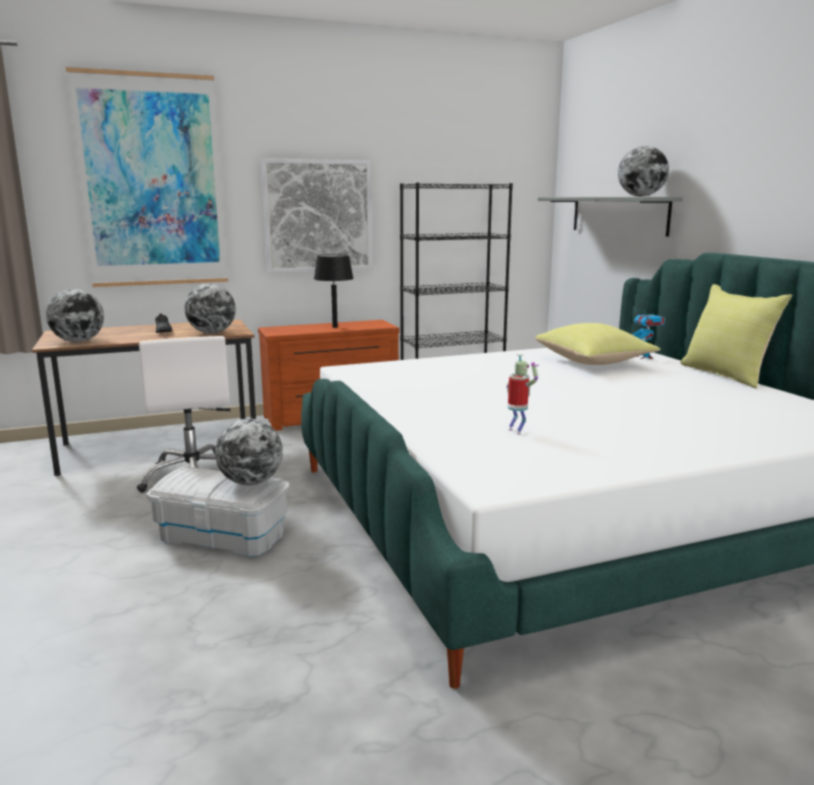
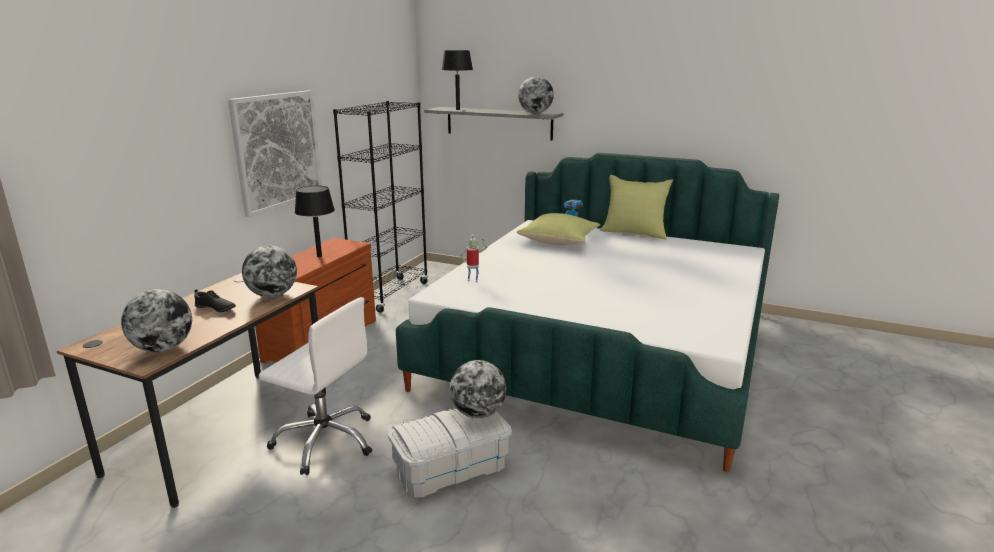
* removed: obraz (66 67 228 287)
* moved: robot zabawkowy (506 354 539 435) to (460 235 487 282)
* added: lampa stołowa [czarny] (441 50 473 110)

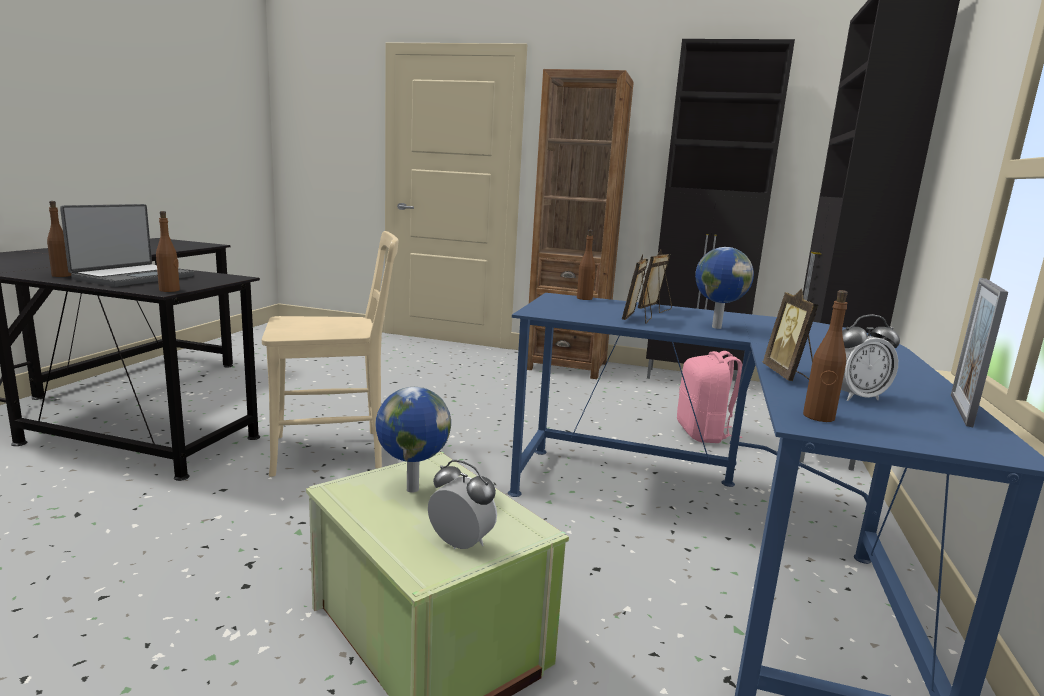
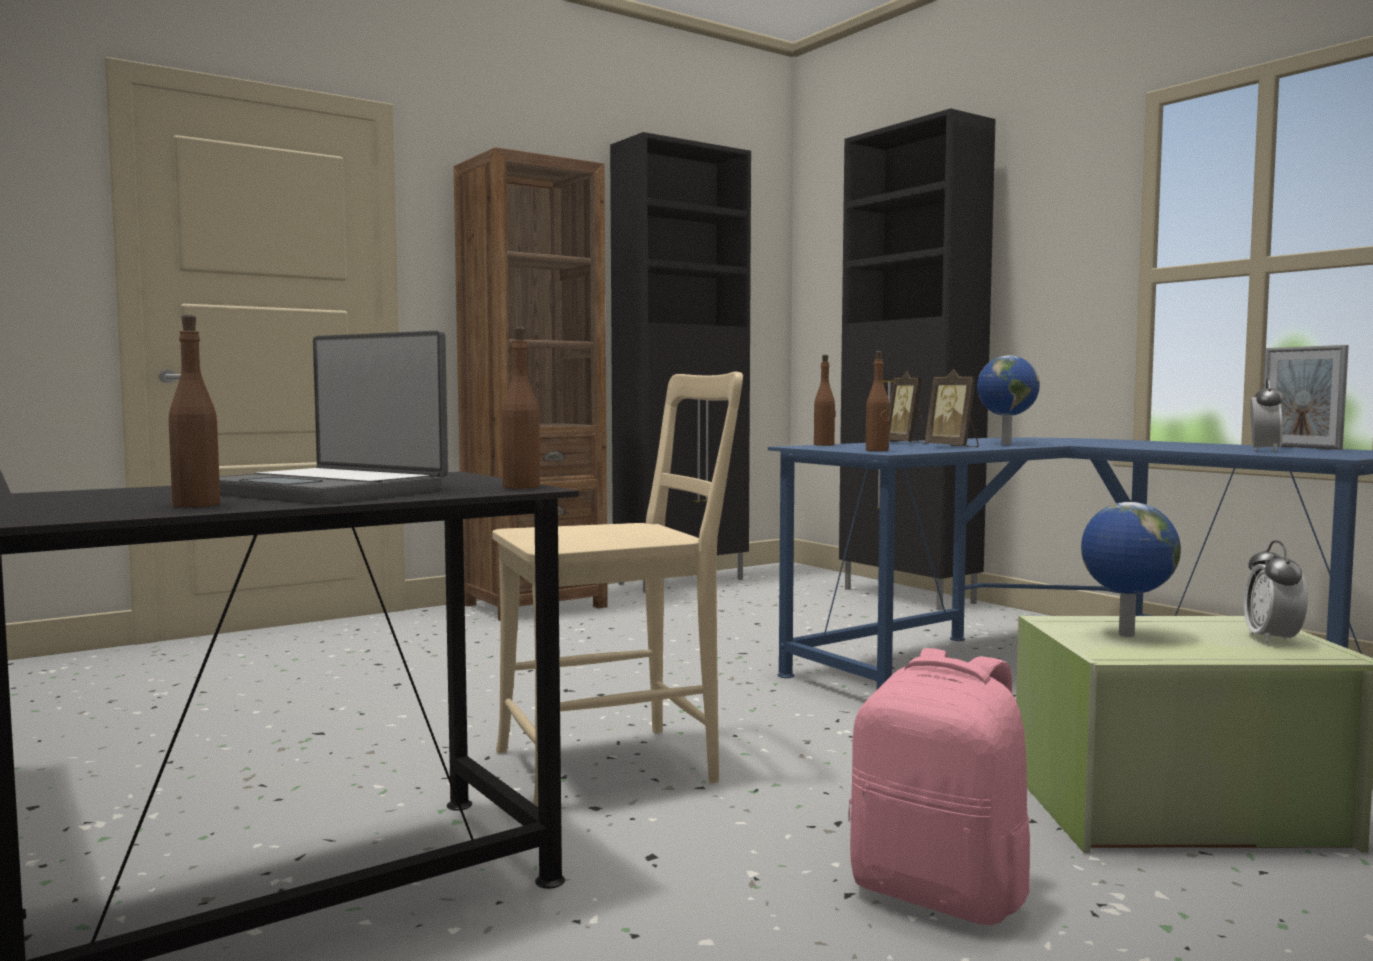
* turned: laptop (60 204 194 287) = (219 331 448 503) 150 degrees clockwise
* turned: krzesło [beżowy] (262 231 399 477) = (492 372 743 807) 45 degrees clockwise
* turned: budzik (428 460 497 549) = (1244 541 1308 644) 60 degrees counterclockwise
* moved: plecak [różowy] (677 351 743 443) to (848 648 1030 925)
* removed: ramka na zdjęcie (763 289 818 381)
* moved: butelka [brązowy] (803 290 848 422) to (866 351 890 451)

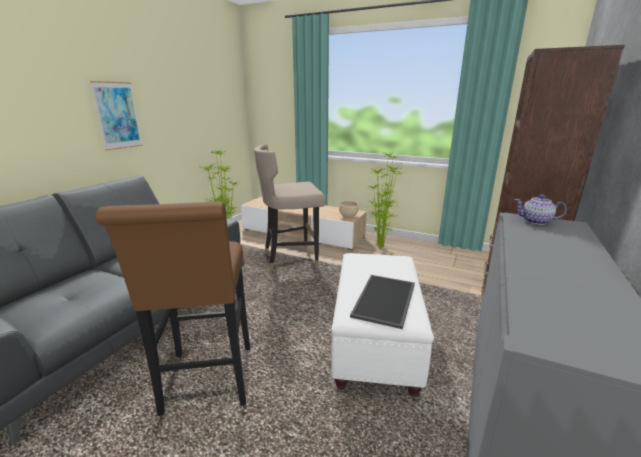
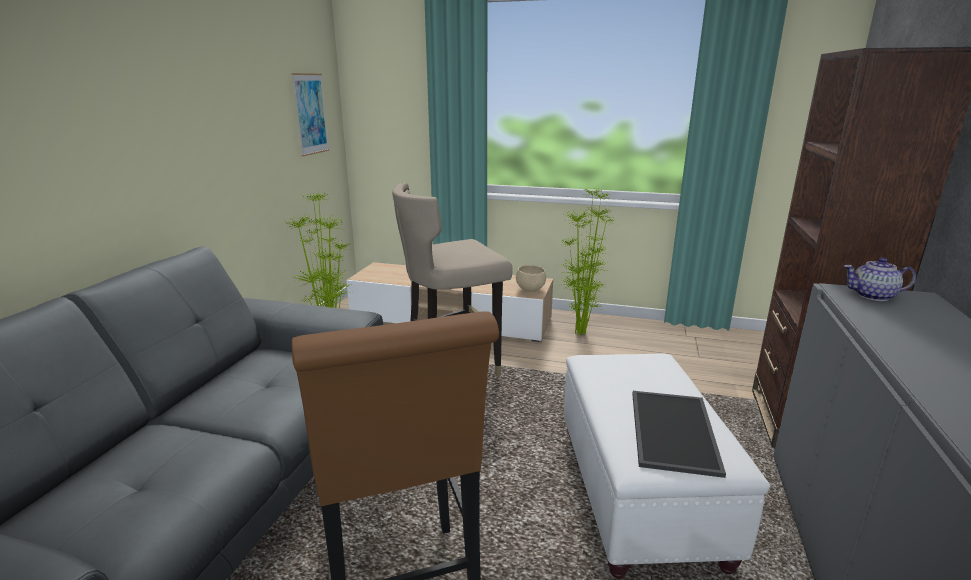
* moved: obraz (90 81 143 151) to (291 73 330 156)

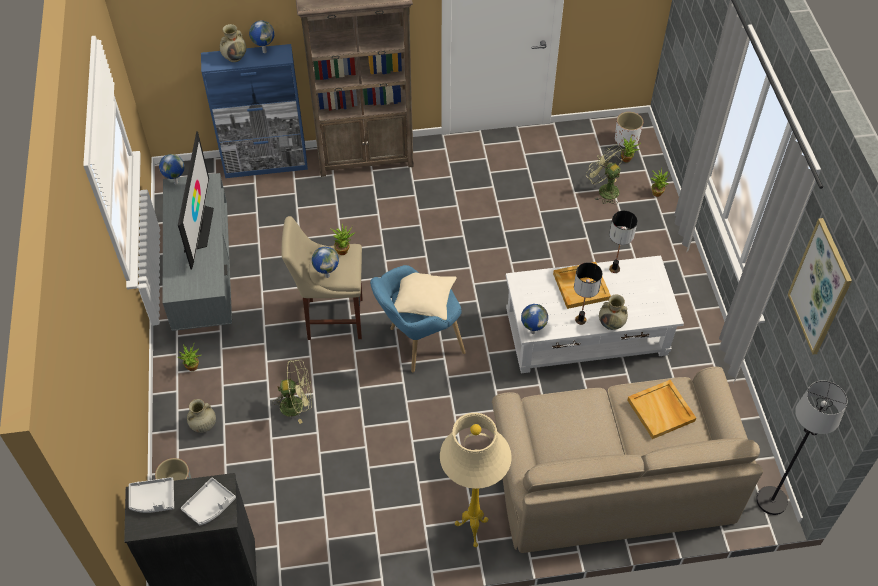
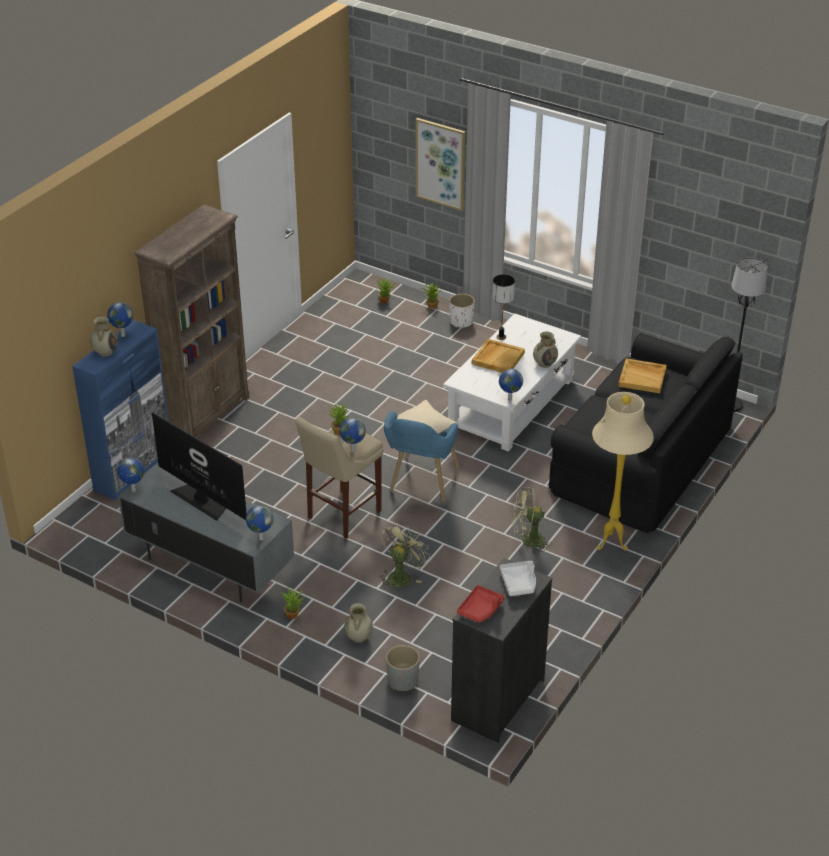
* recoloured: taca [szary] (129 477 174 513) to taca [czerwony] (457 585 505 622)
* recoloured: kanapa [beżowy] (492 367 763 553) to kanapa [czarny] (549 333 743 533)
* removed: lampa stołowa (574 262 602 325)
* moved: wentylator [zielony] (586 144 626 205) to (513 487 552 554)
* moved: donica [biały] (615 112 643 147) to (449 294 475 328)
* moved: obraz (788 218 852 355) to (416 118 465 211)
* added: globus (246 505 273 540)

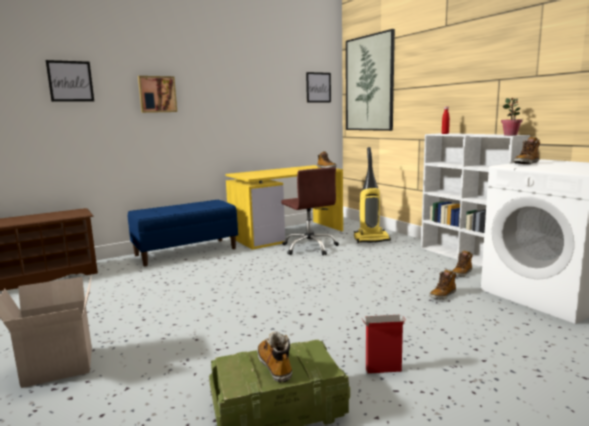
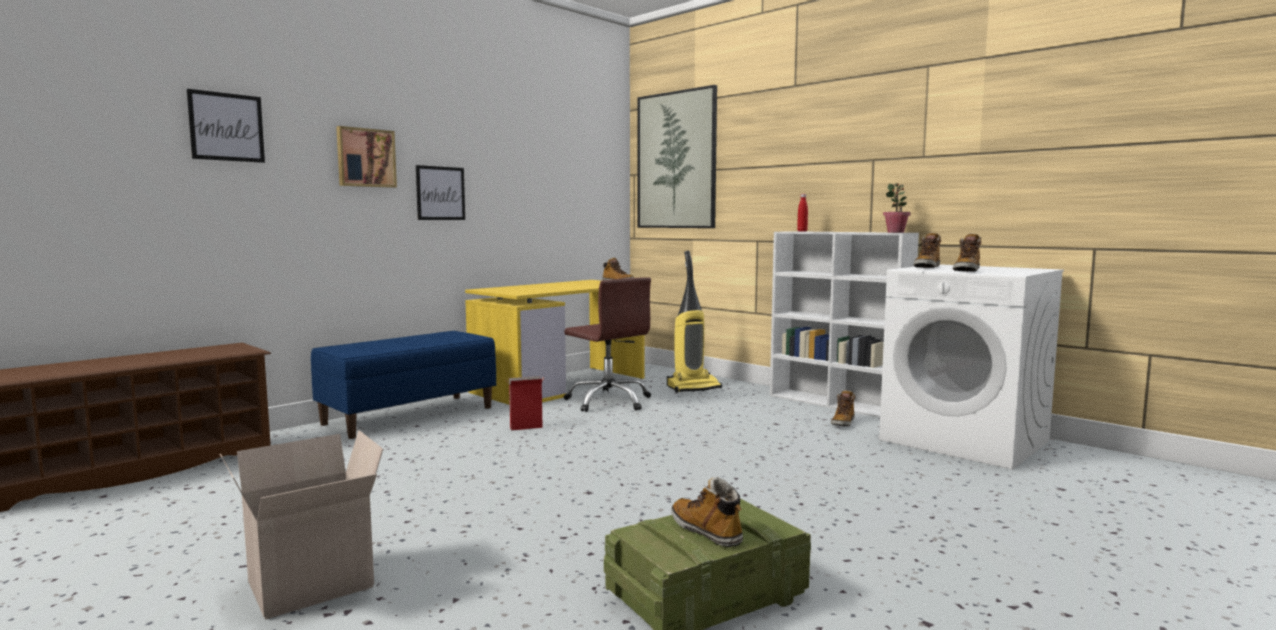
* moved: obraz (306 72 331 103) to (416 165 465 220)
* moved: karton (362 315 406 374) to (507 376 544 431)
* moved: but z cholewką (429 269 456 300) to (953 233 982 271)

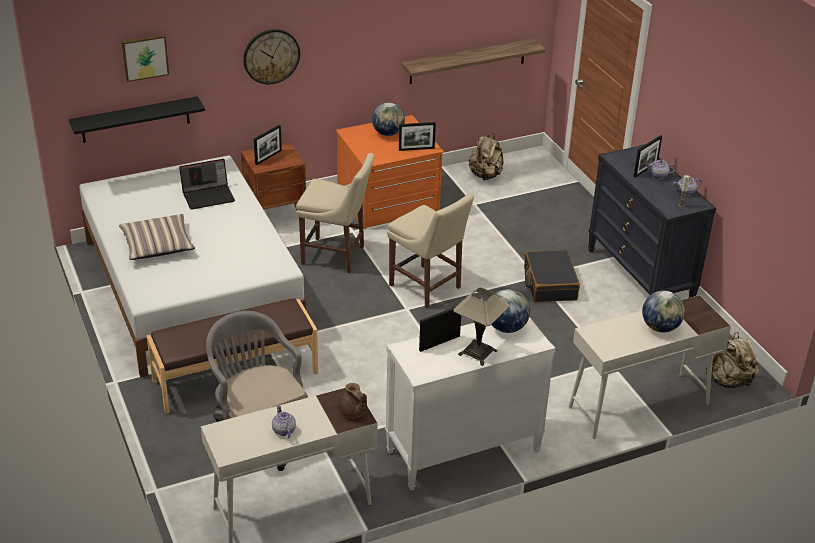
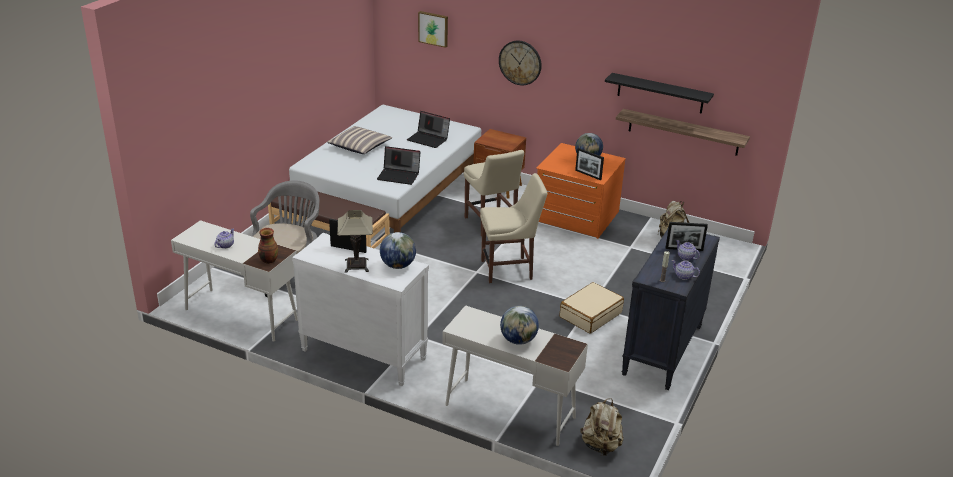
* moved: półka [czarny] (69 96 205 143) to (605 73 714 114)
* removed: ramka na zdjęcie (254 125 282 165)
* replaced: imbryk [brązowy] (339 383 367 418) to wazon (258 228 278 264)
* turned: krzesło [beżowy] (387 193 474 308) = (480 173 548 283) 105 degrees counterclockwise
* recoloured: walizka [czarny] (524 250 580 302) to walizka [beżowy] (560 282 624 334)
* added: laptop (377 146 421 185)

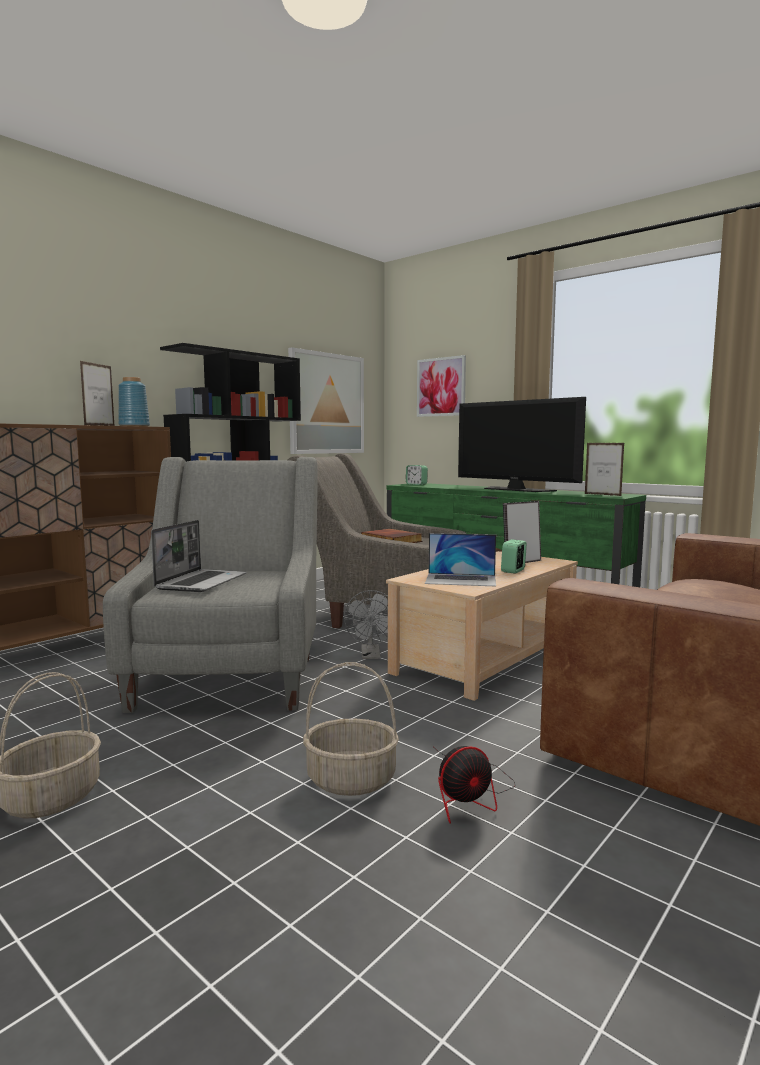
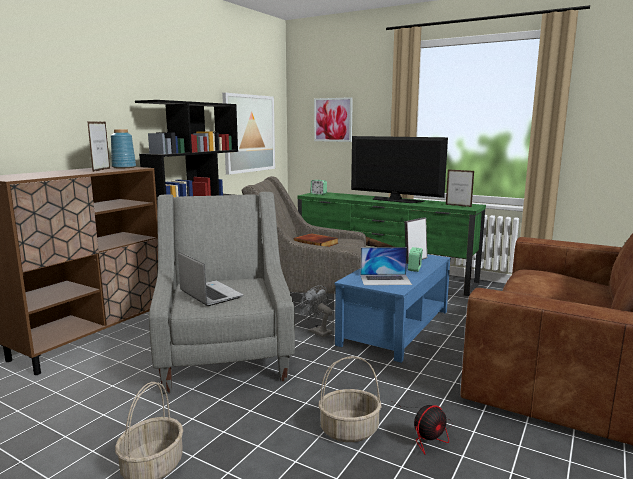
* turned: laptop (151 520 247 592) = (178 252 244 306) 45 degrees counterclockwise
* turned: wentylator [szary] (344 590 388 659) = (300 285 333 337) 150 degrees clockwise
* recoloured: ława [beżowy] (386 551 578 701) to ława [niebieski] (335 254 451 363)

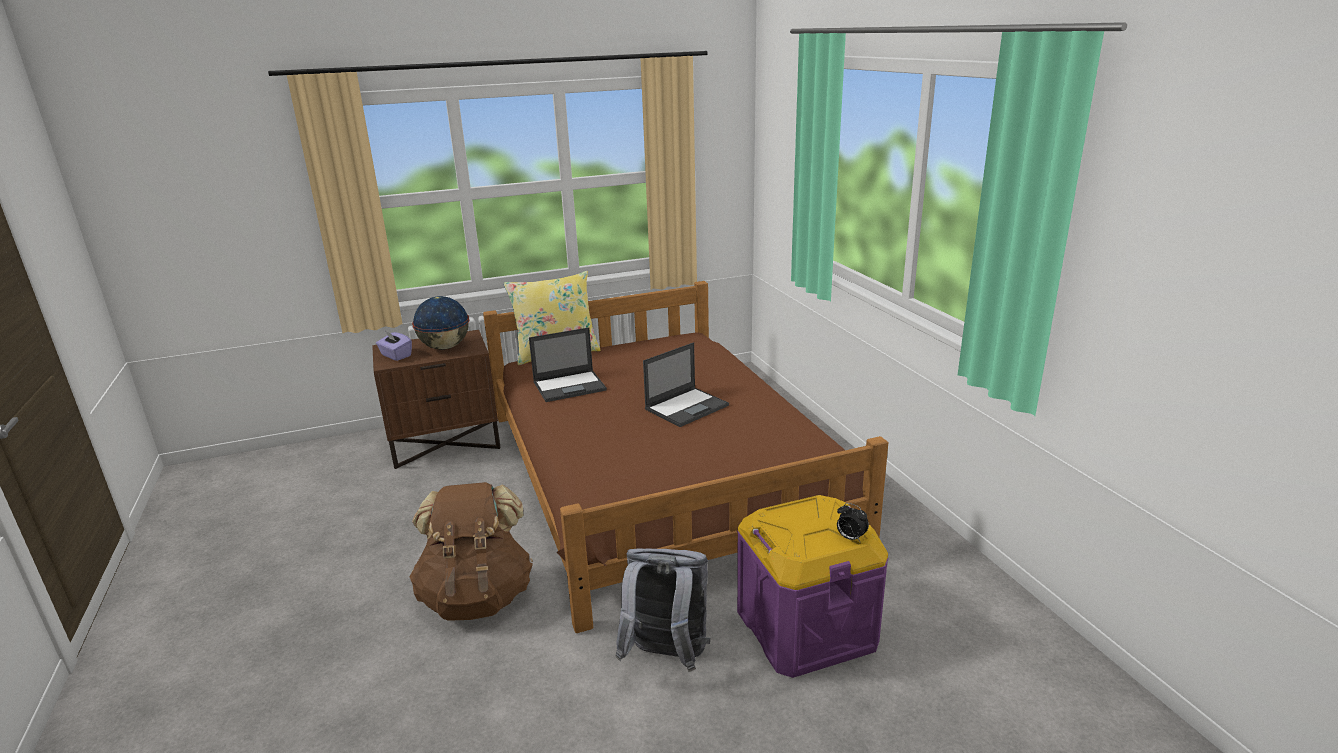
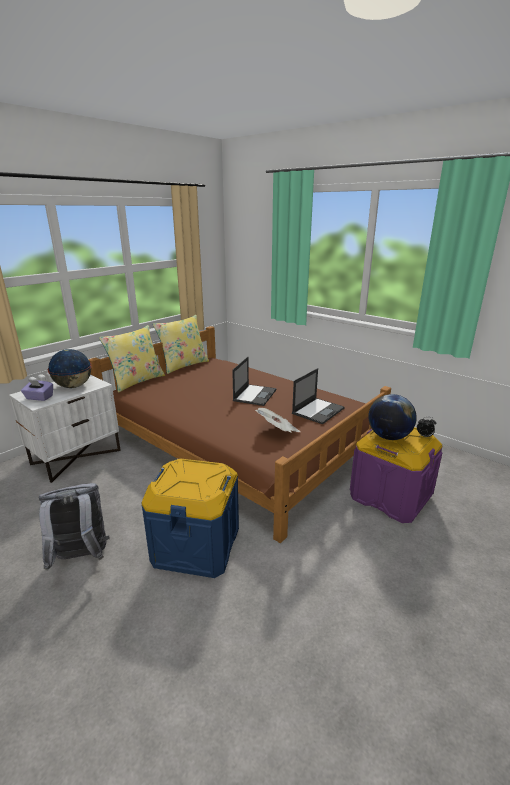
* recoloured: szafka nocna [brązowy] (372 330 501 469) to szafka nocna [biały] (9 375 121 483)
* replaced: plecak [brązowy] (409 482 533 621) to pojemnik do przechowywania [niebieski] (141 458 239 578)
* moved: laptop (529 327 607 402) to (292 368 345 424)
* moved: plecak [szary] (615 548 710 672) to (39 483 110 570)
* added: poduszka [żółty] (153 315 209 374)
* added: gazeta (255 408 301 433)
* added: globus (368 394 417 440)

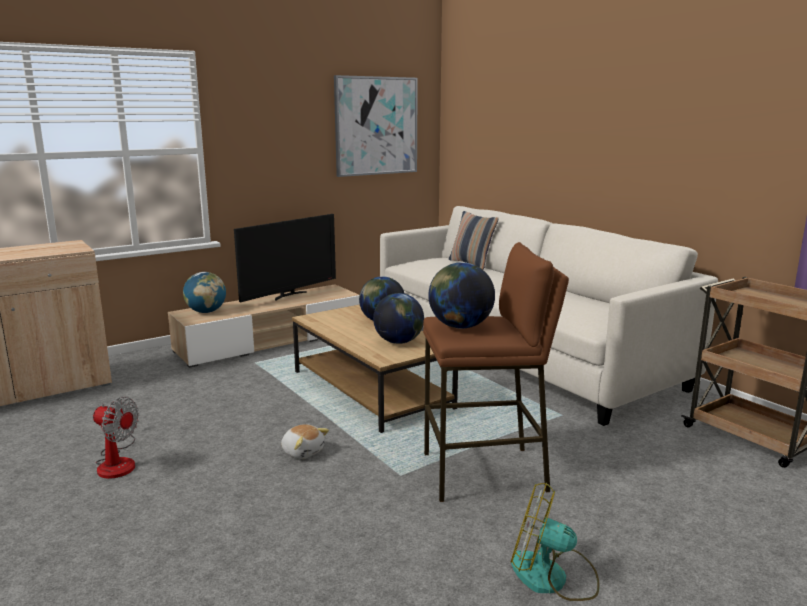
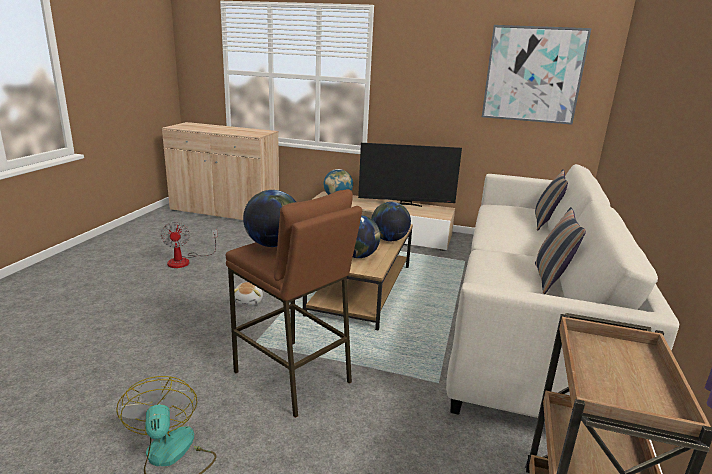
* added: poduszka (535 207 586 294)

